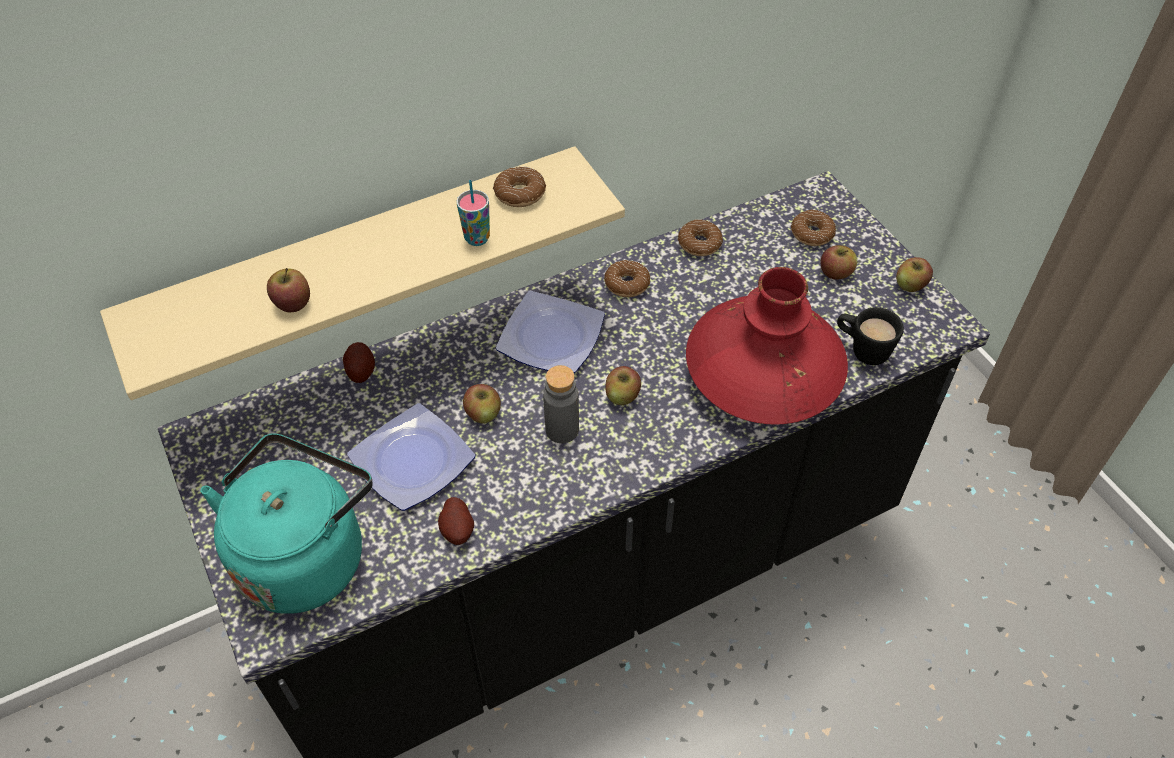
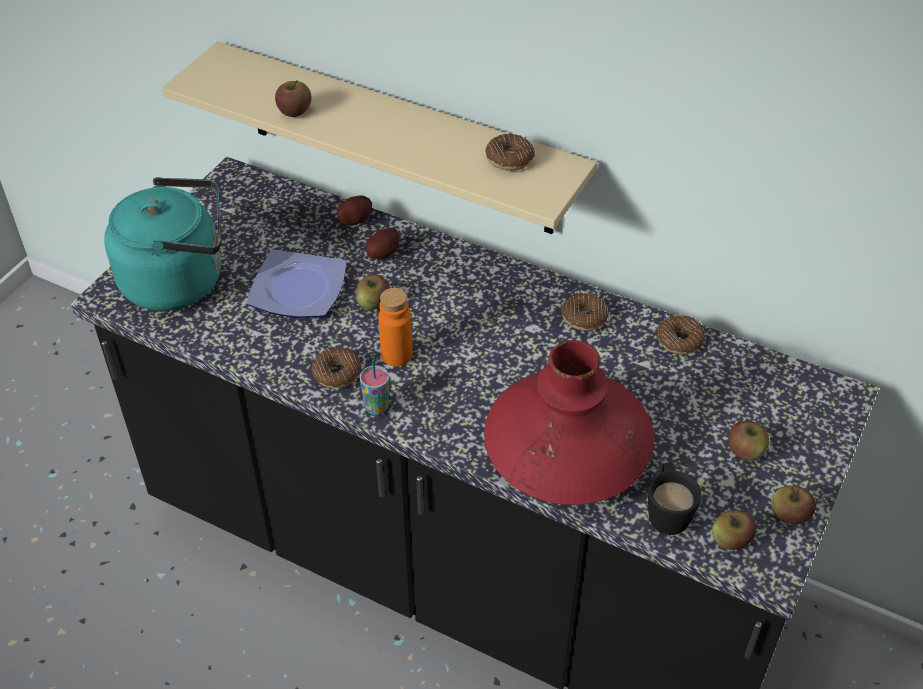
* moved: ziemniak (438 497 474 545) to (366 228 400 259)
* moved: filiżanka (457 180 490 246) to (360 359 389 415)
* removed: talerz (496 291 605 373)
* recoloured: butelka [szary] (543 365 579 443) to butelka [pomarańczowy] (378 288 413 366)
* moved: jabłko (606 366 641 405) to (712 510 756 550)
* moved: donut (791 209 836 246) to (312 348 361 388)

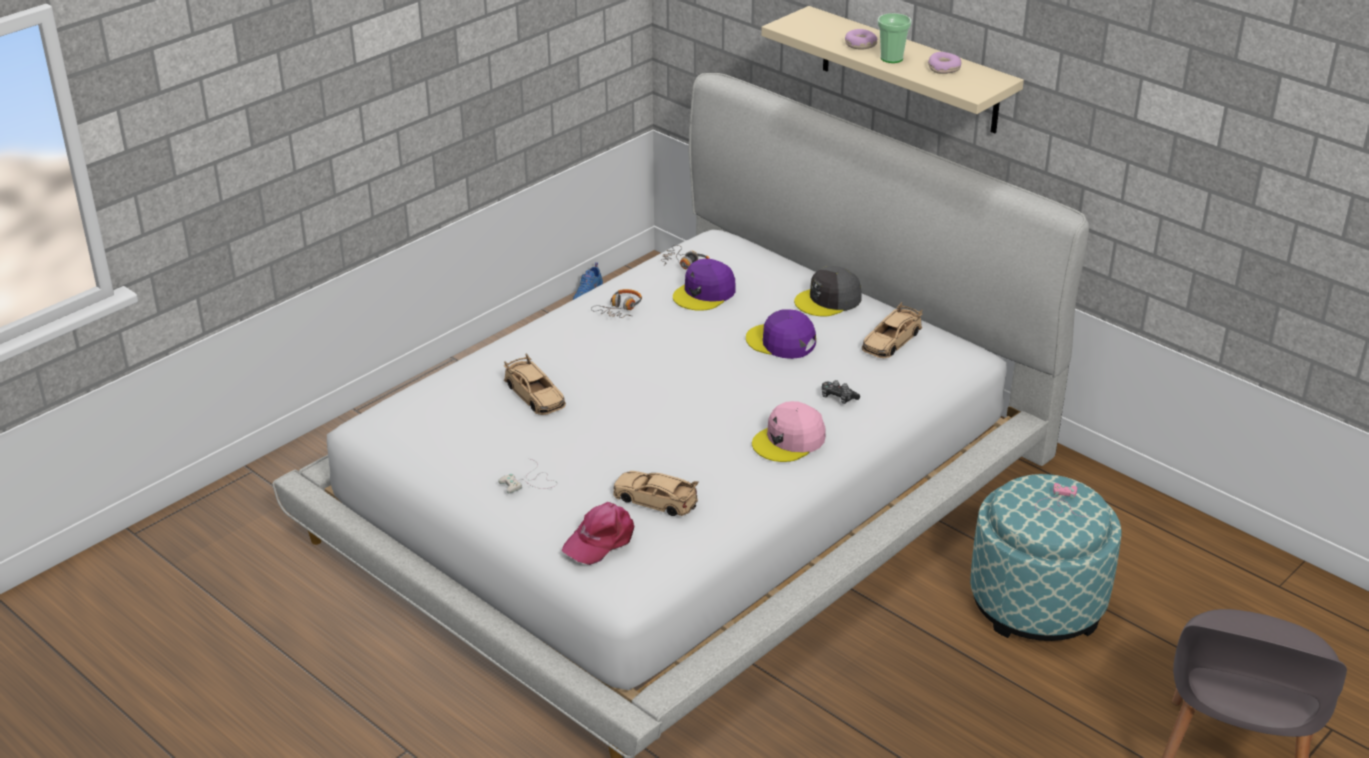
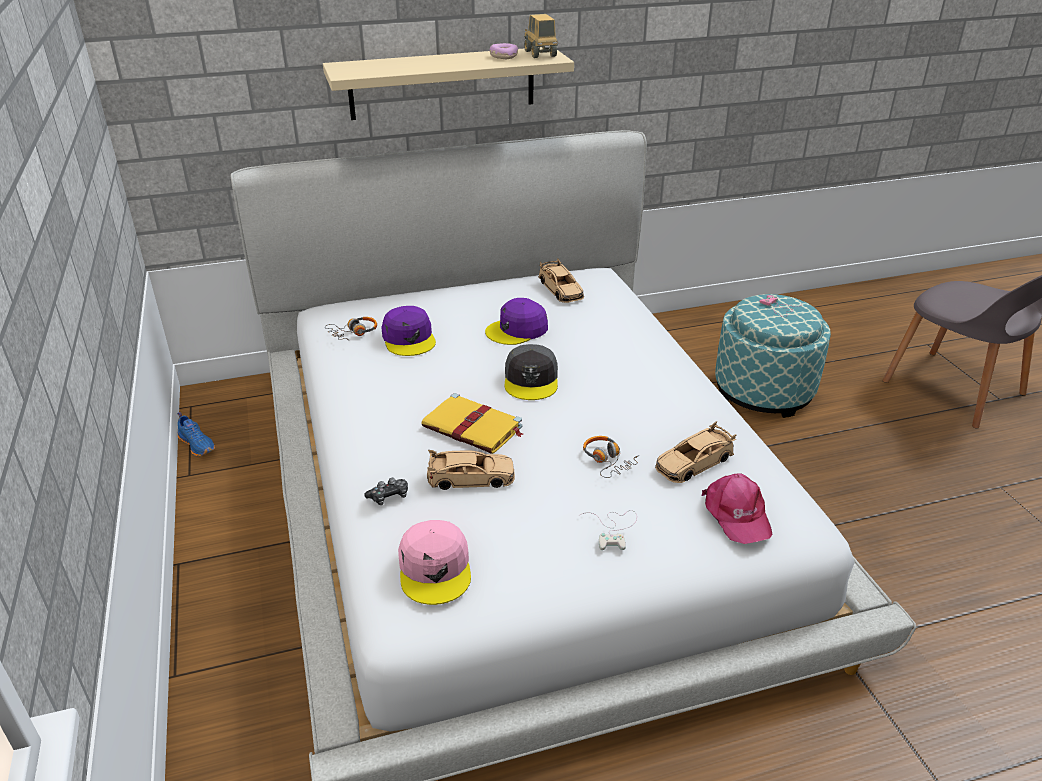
* moved: słuchawki (591 289 642 318) to (583 436 640 478)
* moved: czapka z daszkiem [różowy] (752 401 826 462) to (398 520 471 605)
* moved: czapka z daszkiem [szary] (794 266 862 317) to (505 344 558 400)
* moved: pad do gier (822 380 860 404) to (364 478 408 505)
* removed: donut (845 29 878 50)
* removed: filiżanka (877 13 912 63)
* added: książka [żółty] (421 393 523 454)
* added: ciężarówka zabawkowa (524 14 558 58)

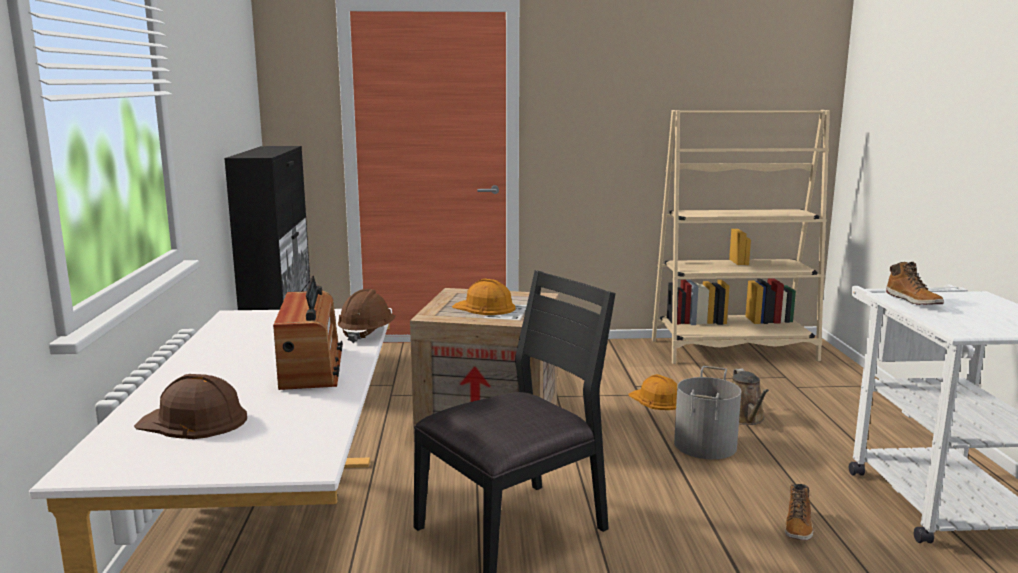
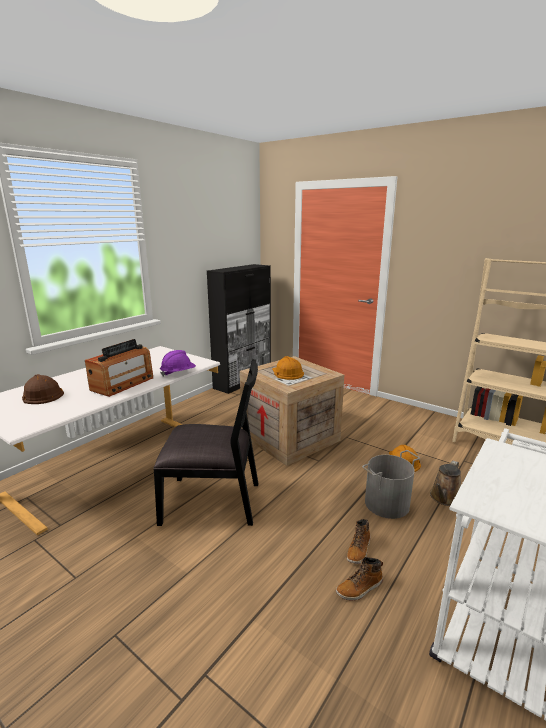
* recoloured: kask [brązowy] (338 289 396 343) to kask [fioletowy] (160 350 196 377)
* moved: but z cholewką (886 262 944 305) to (347 519 371 564)

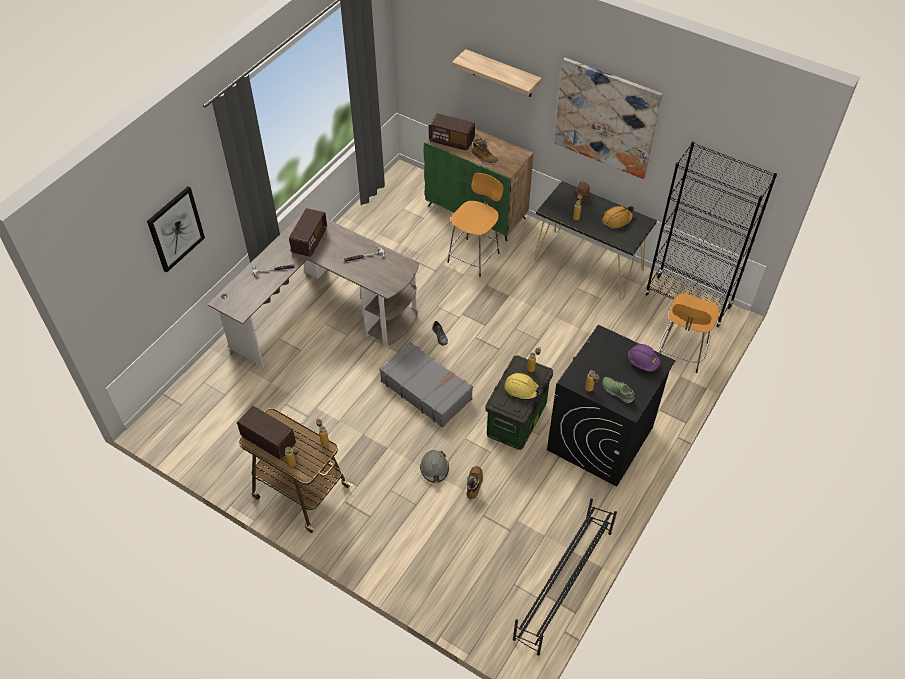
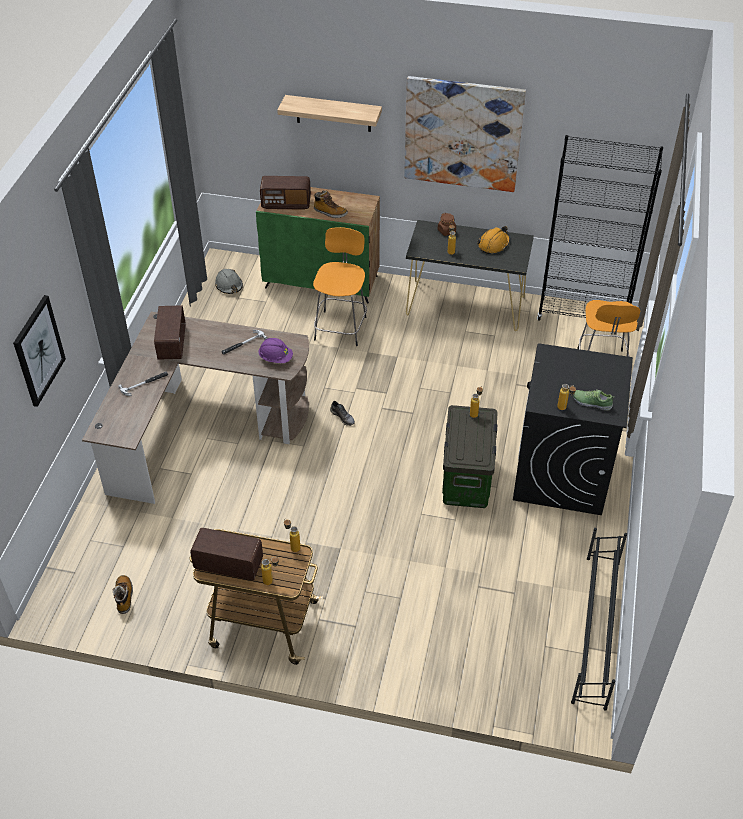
* removed: walizka [szary] (380 342 473 427)
* moved: kask [szary] (420 450 449 483) to (215 269 243 294)
* moved: but z cholewką (466 466 483 500) to (113 575 133 614)
* removed: kask [żółty] (505 372 542 400)
* moved: kask [fioletowy] (628 344 660 372) to (258 338 293 363)

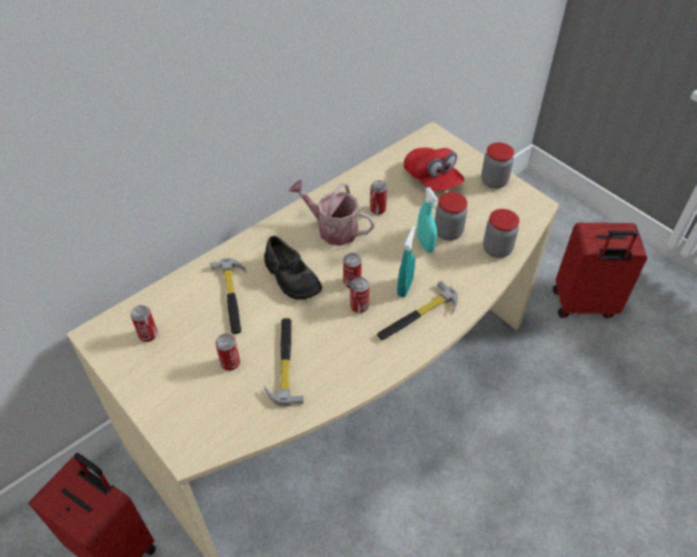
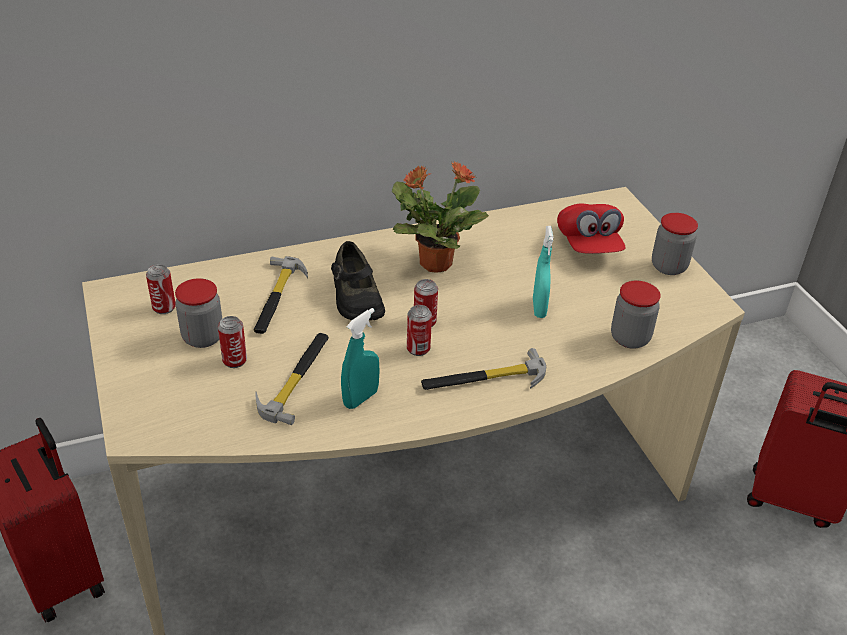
* replaced: konewka (288 180 375 246) to roślina doniczkowa (392 161 489 272)
* removed: puszka (370 180 387 215)
* moved: spryskiwacz [turkusowy] (397 226 416 297) to (341 308 380 409)
* moved: słoik (435 192 467 241) to (175 278 222 348)

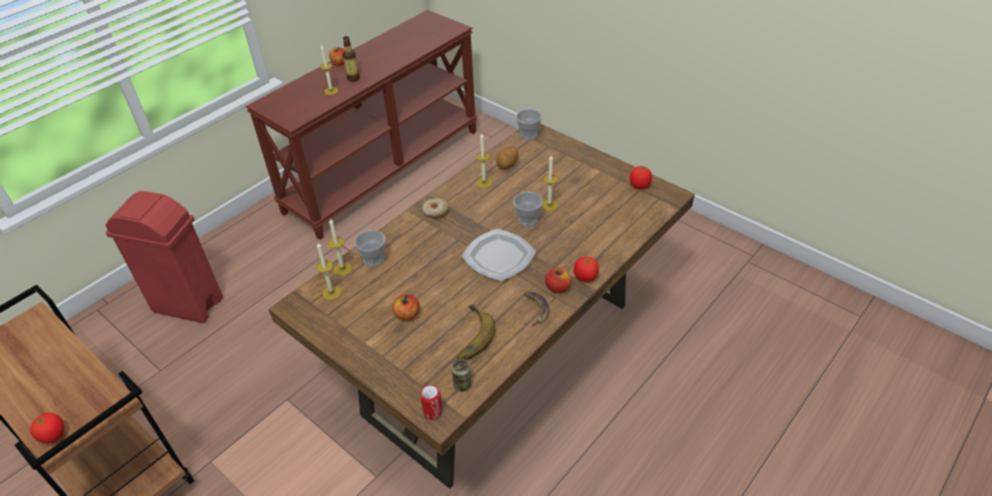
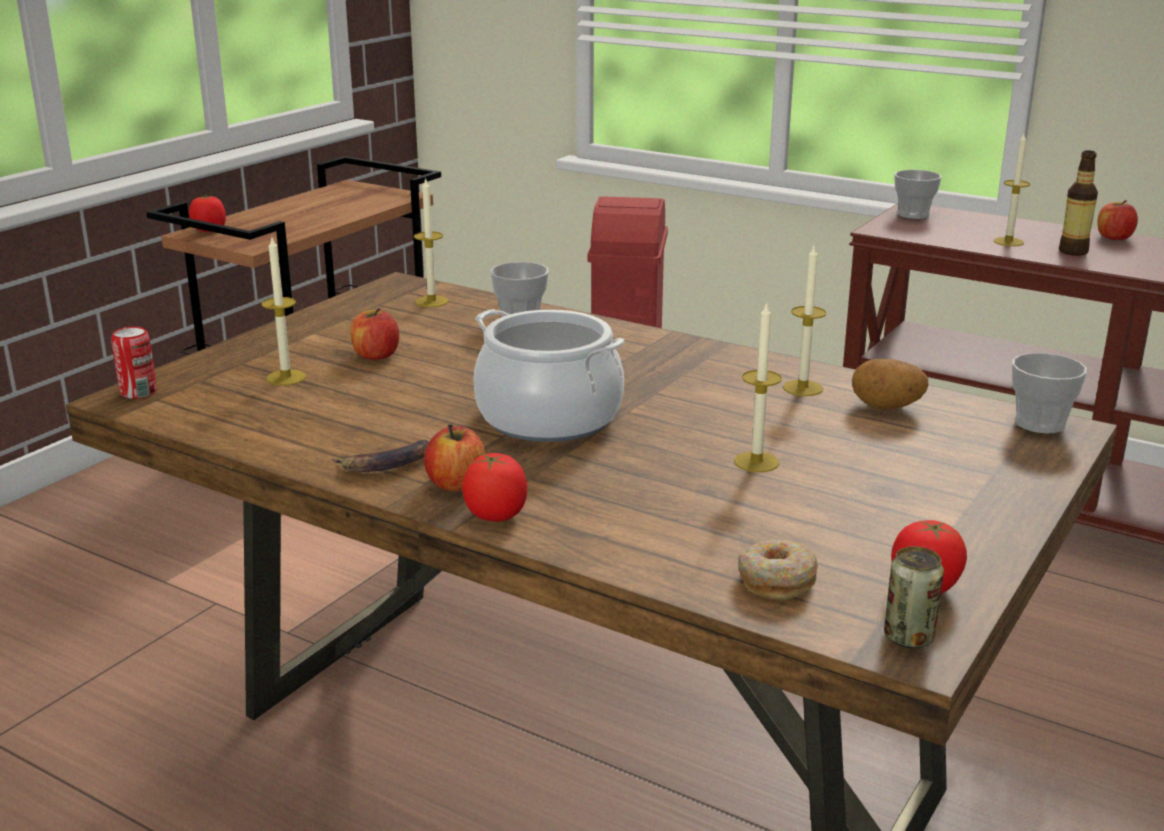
* moved: świeca (328 219 352 276) to (261 238 306 385)
* moved: donut (422 198 449 219) to (738 540 818 600)
* moved: puszka (452 358 472 392) to (884 546 944 648)
* removed: banan (457 304 495 360)
* replaced: talerz (461 228 536 281) to garnek (473 309 625 442)
* moved: filiżanka (514 192 543 227) to (894 170 942 219)

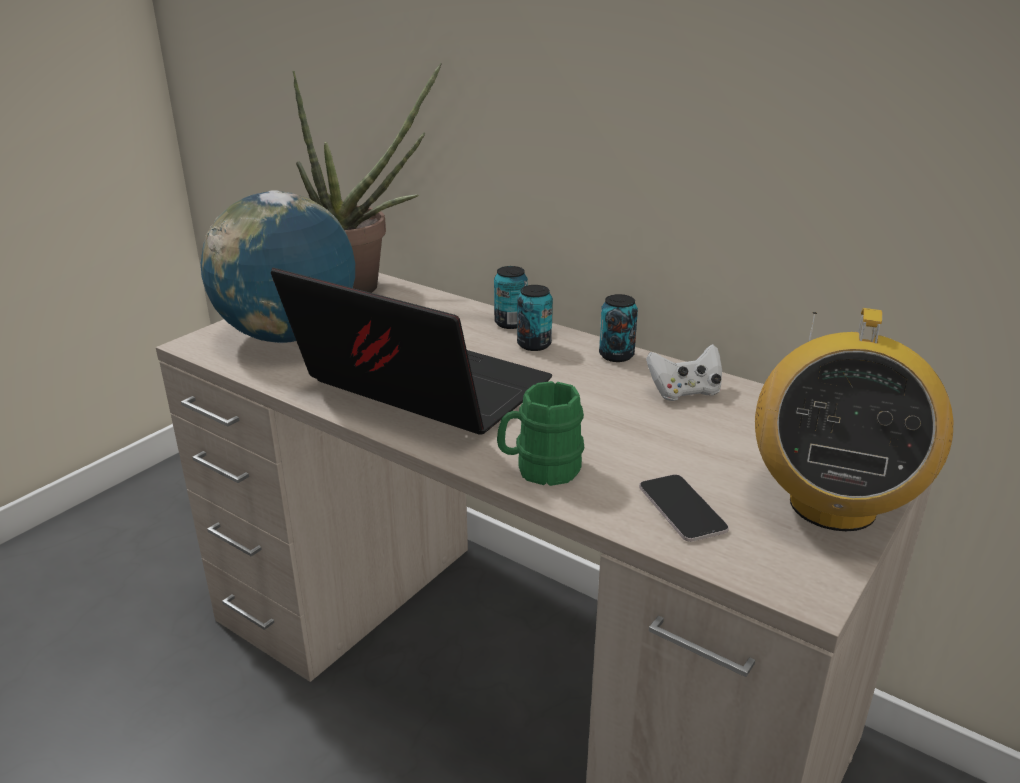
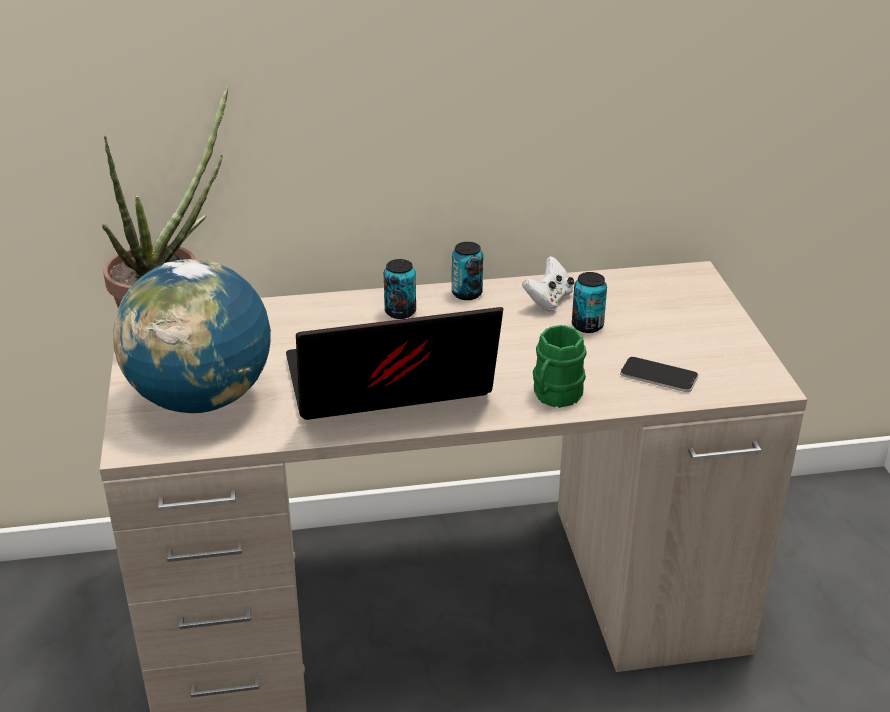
* moved: puszka (494 266 528 329) to (572 272 607 333)
* removed: radio (755 308 953 531)

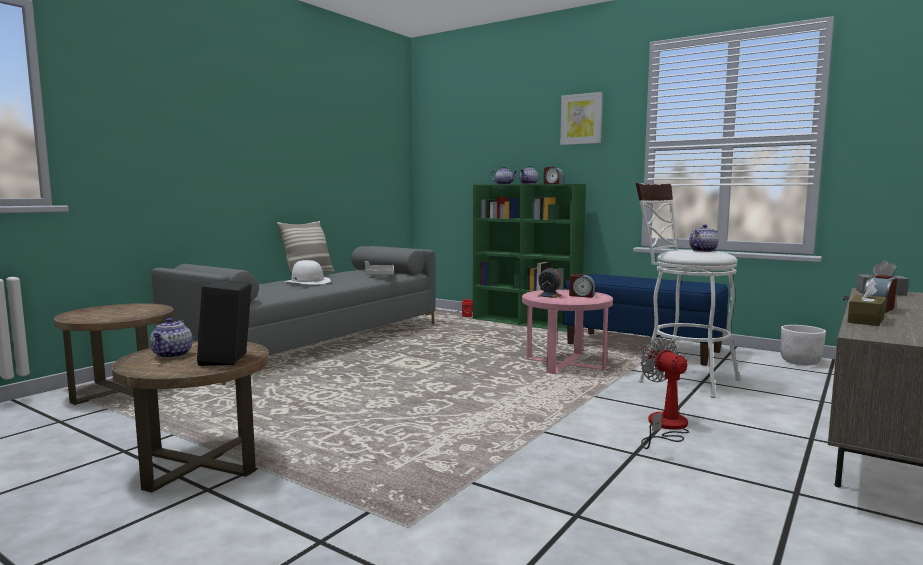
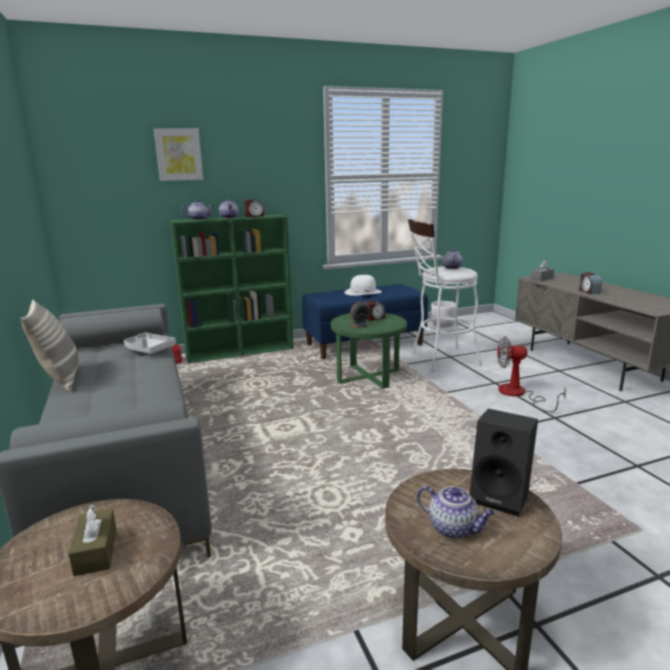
* moved: kapelusz [biały] (285 260 331 285) to (344 275 382 296)
* recoloured: stolik [różowy] (522 290 613 374) to stolik [zielony] (331 313 407 389)
* moved: obraz (560 92 603 145) to (154 128 203 181)
* moved: pudełko chusteczek [brązowy] (847 279 886 326) to (68 504 117 576)

